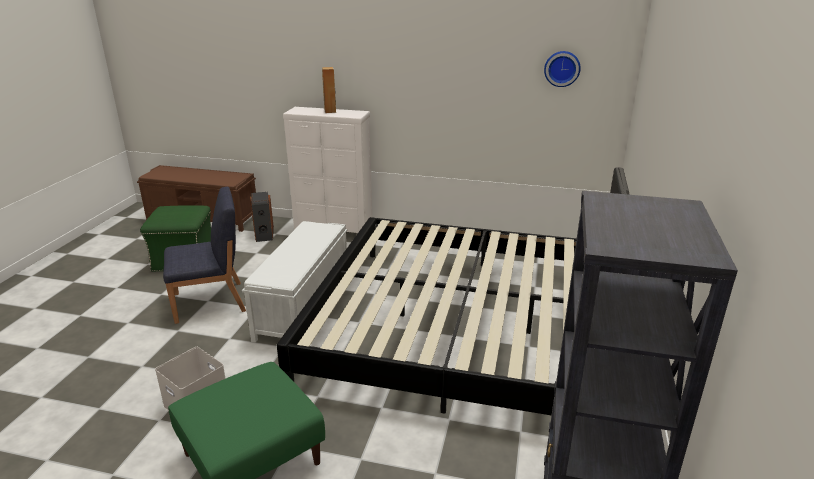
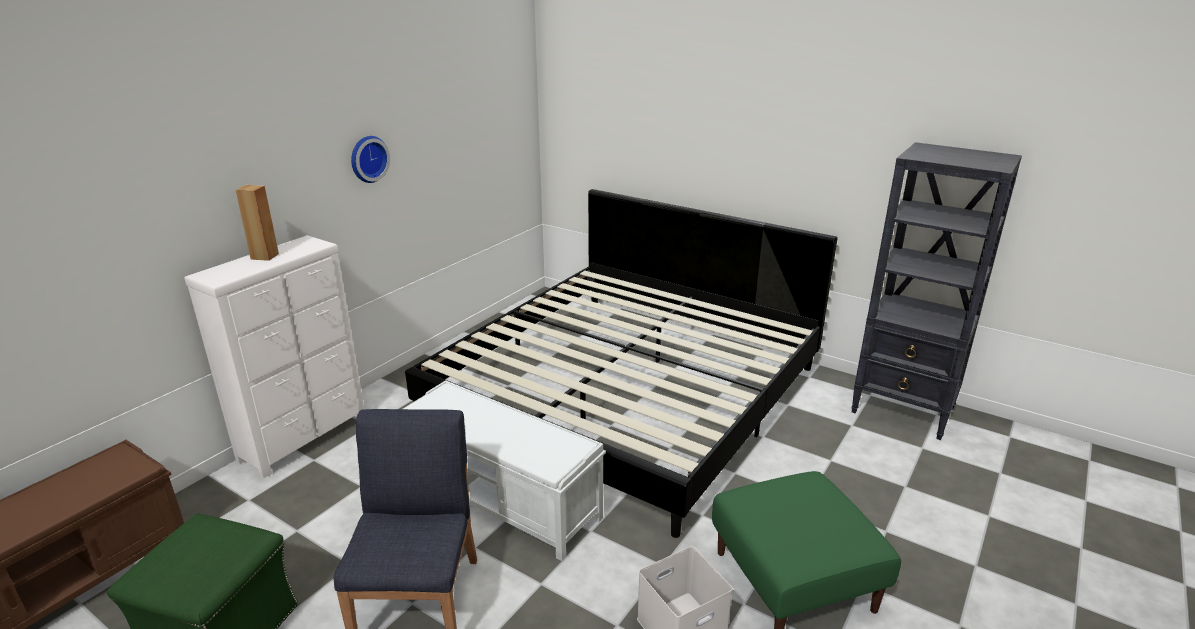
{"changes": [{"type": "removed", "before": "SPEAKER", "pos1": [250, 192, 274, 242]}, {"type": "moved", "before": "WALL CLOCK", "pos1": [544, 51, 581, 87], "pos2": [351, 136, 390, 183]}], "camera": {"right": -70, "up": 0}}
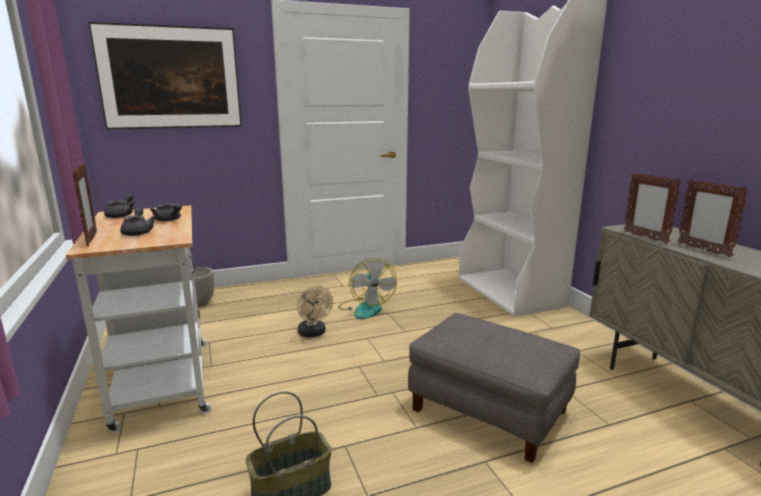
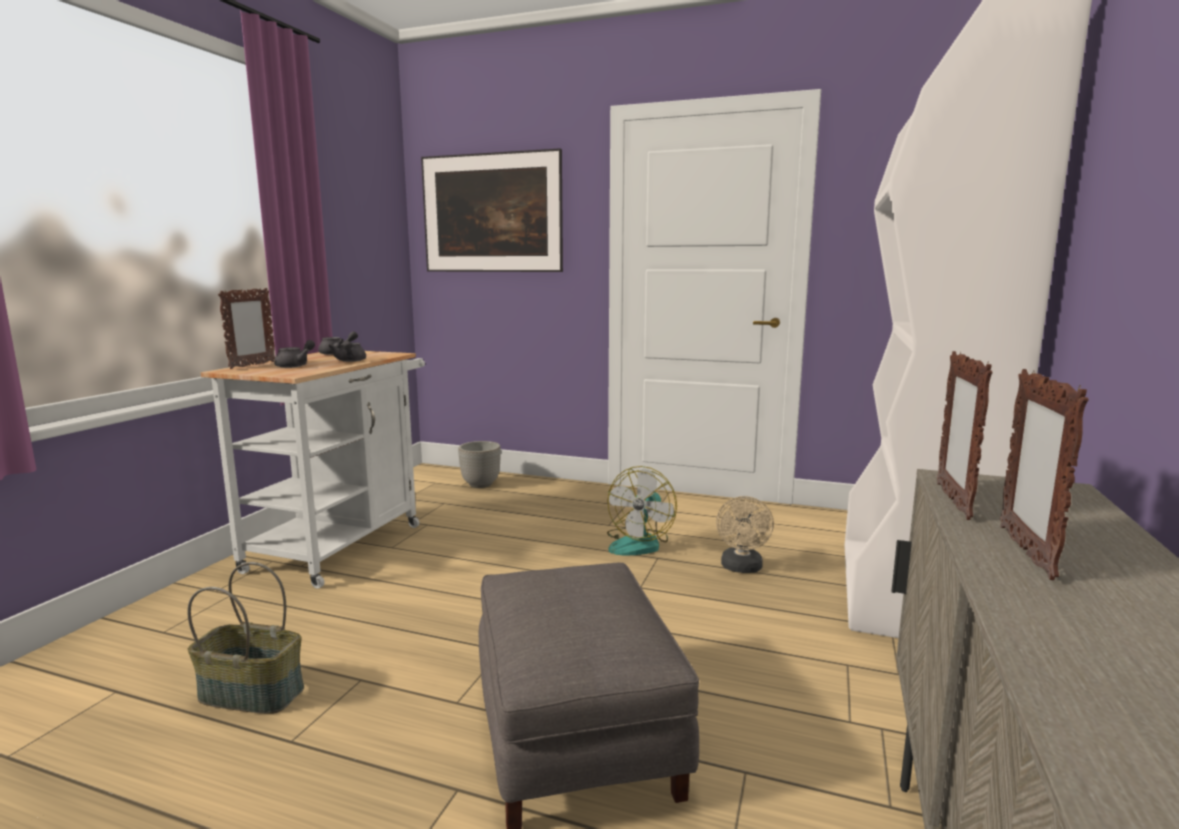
{"changes": [{"type": "moved", "before": "BEIGE FAN", "pos1": [297, 286, 333, 337], "pos2": [716, 496, 774, 573]}], "camera": {"right": 40, "up": -5}}
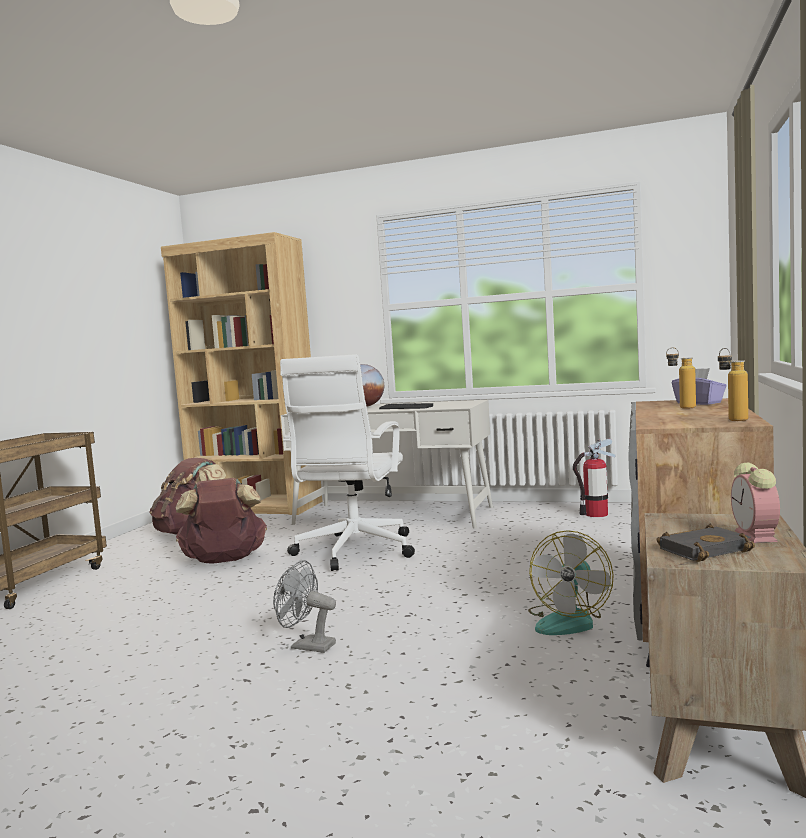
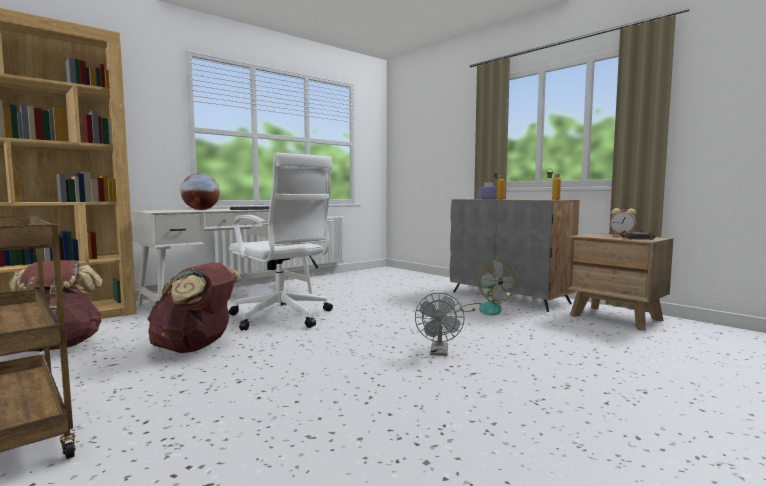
{"changes": [{"type": "removed", "before": "FIRE EXTINGUISHER", "pos1": [573, 439, 615, 517]}, {"type": "turned", "before": "GREY FAN", "pos1": [273, 560, 336, 653], "pos2": [415, 292, 465, 356], "turn": -45}], "camera": {"right": -60, "up": 0}}
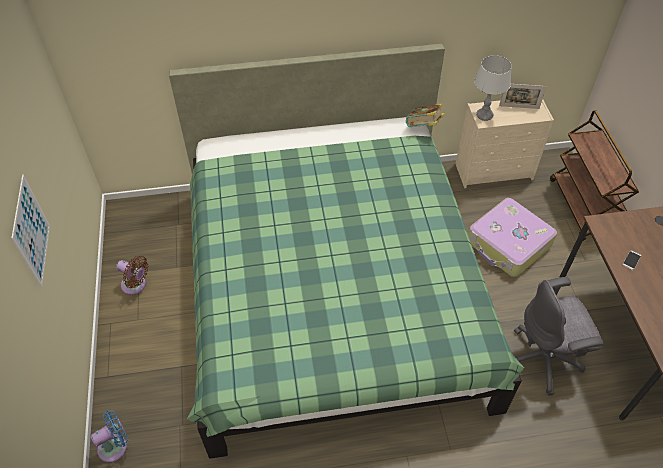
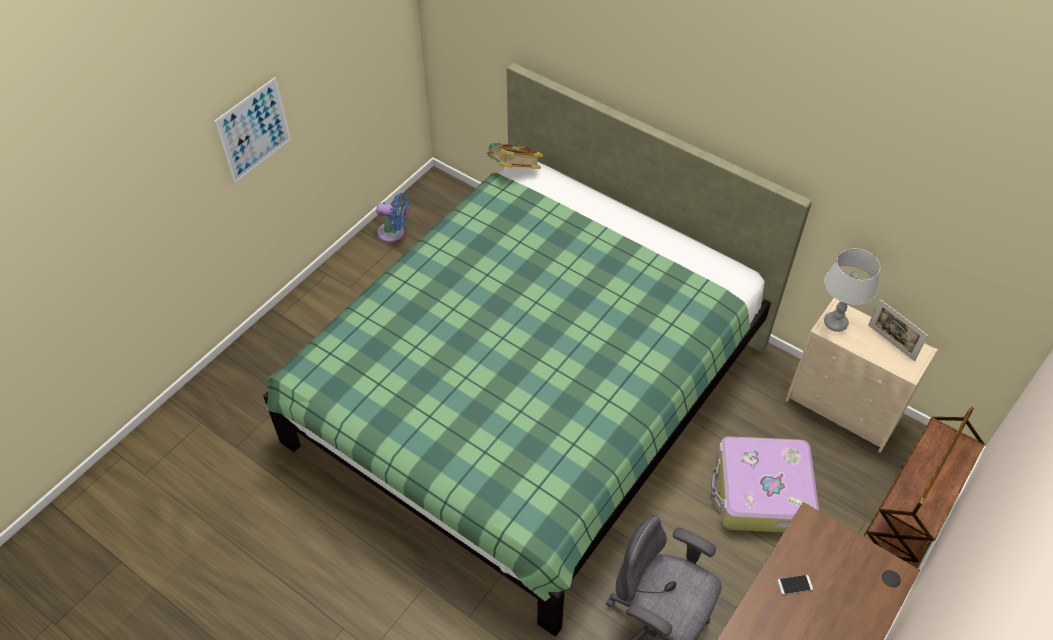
{"changes": [{"type": "removed", "before": "BROWN FAN", "pos1": [116, 256, 149, 295]}, {"type": "moved", "before": "BLUE FAN", "pos1": [90, 410, 129, 463], "pos2": [376, 193, 409, 243]}, {"type": "moved", "before": "BOOK", "pos1": [406, 103, 445, 127], "pos2": [486, 143, 543, 169]}], "camera": {"right": 45, "up": 0}}
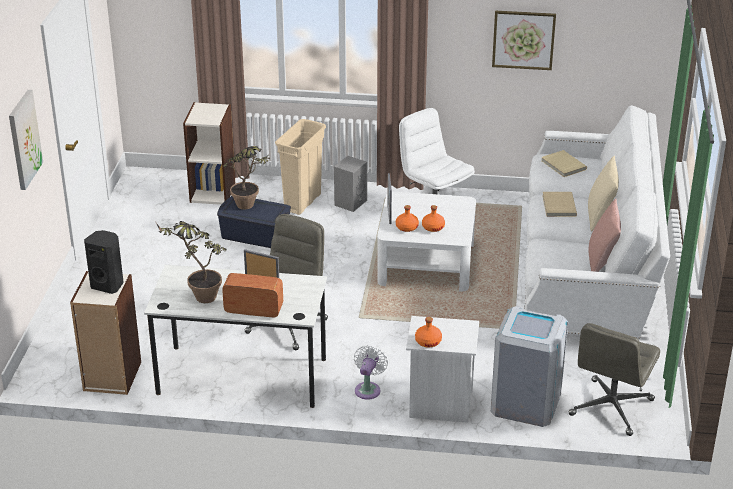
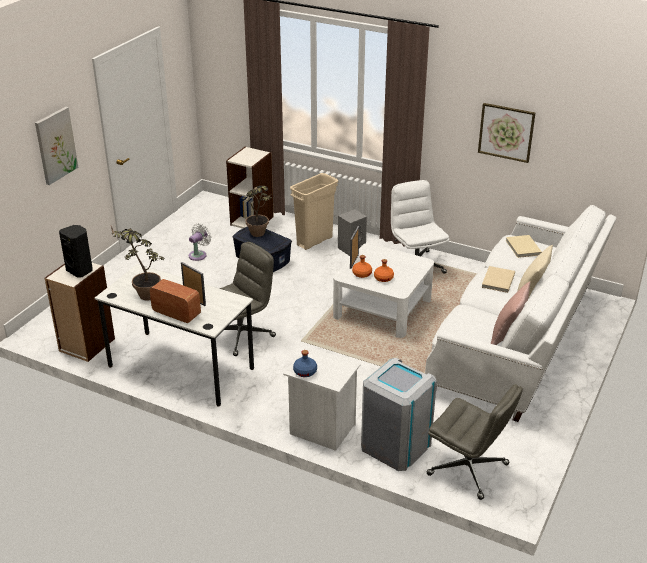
{"changes": [{"type": "moved", "before": "WHITE FAN", "pos1": [354, 345, 388, 400], "pos2": [189, 223, 211, 261]}, {"type": "recoloured", "before": "ORANGE BOTTLE", "after": "BLUE BOTTLE", "pos1": [415, 317, 442, 347], "pos2": [293, 350, 317, 377]}, {"type": "turned", "before": "GREY OFFICE CHAIR", "pos1": [569, 323, 660, 436], "pos2": [426, 384, 523, 500], "turn": -105}], "camera": {"right": 20, "up": 0}}
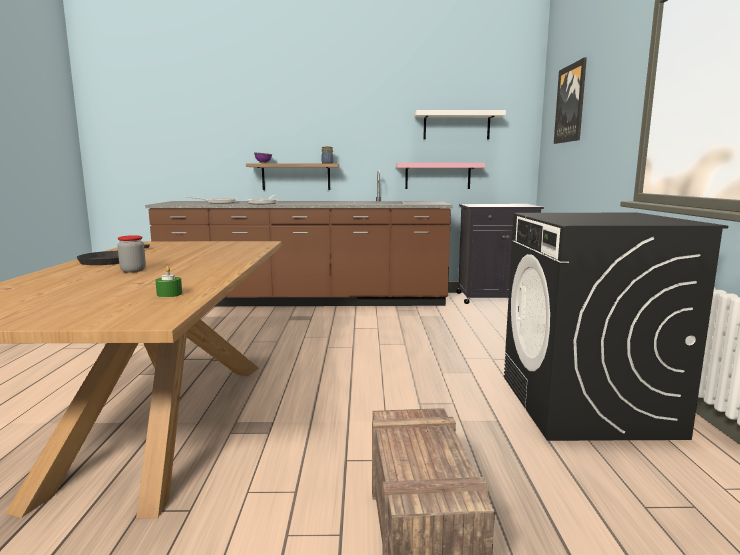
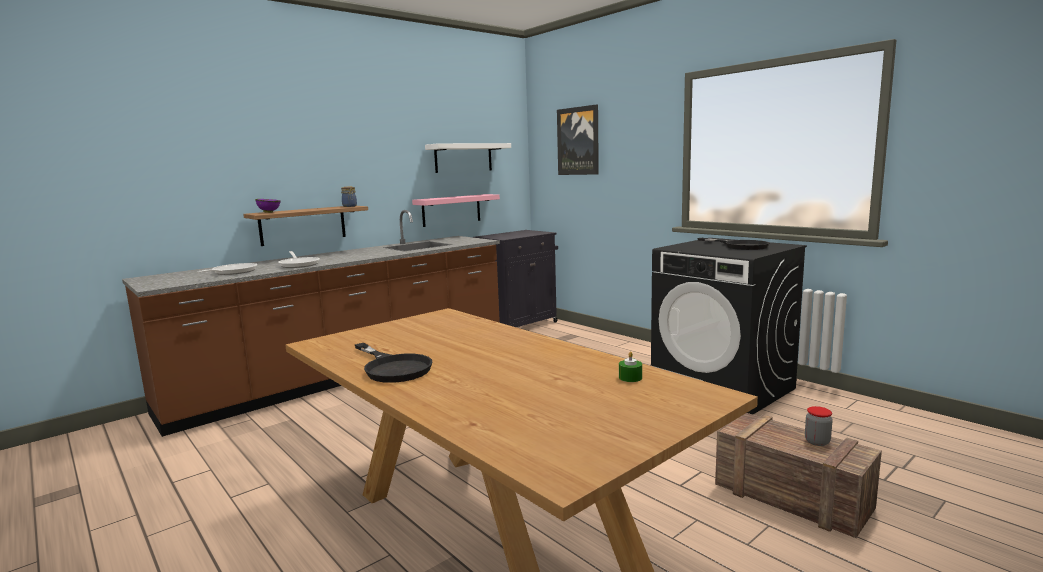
{"changes": [{"type": "added", "after": "BLACK FRYING PAN", "pos2": [697, 238, 769, 250]}, {"type": "moved", "before": "JAR", "pos1": [117, 235, 146, 273], "pos2": [805, 406, 833, 446]}], "camera": {"right": -40, "up": 0}}
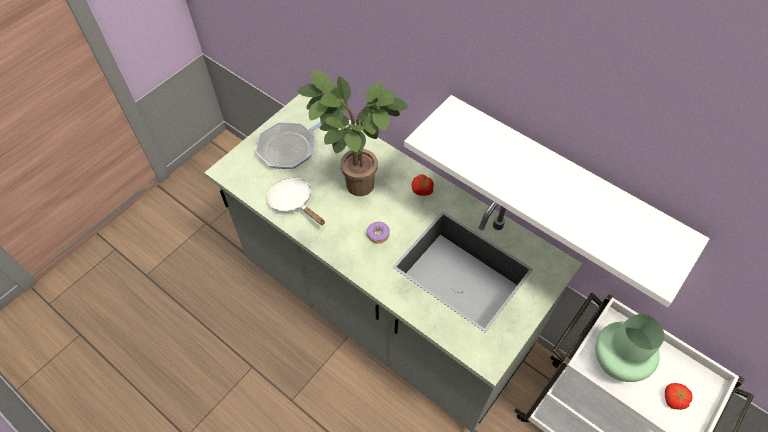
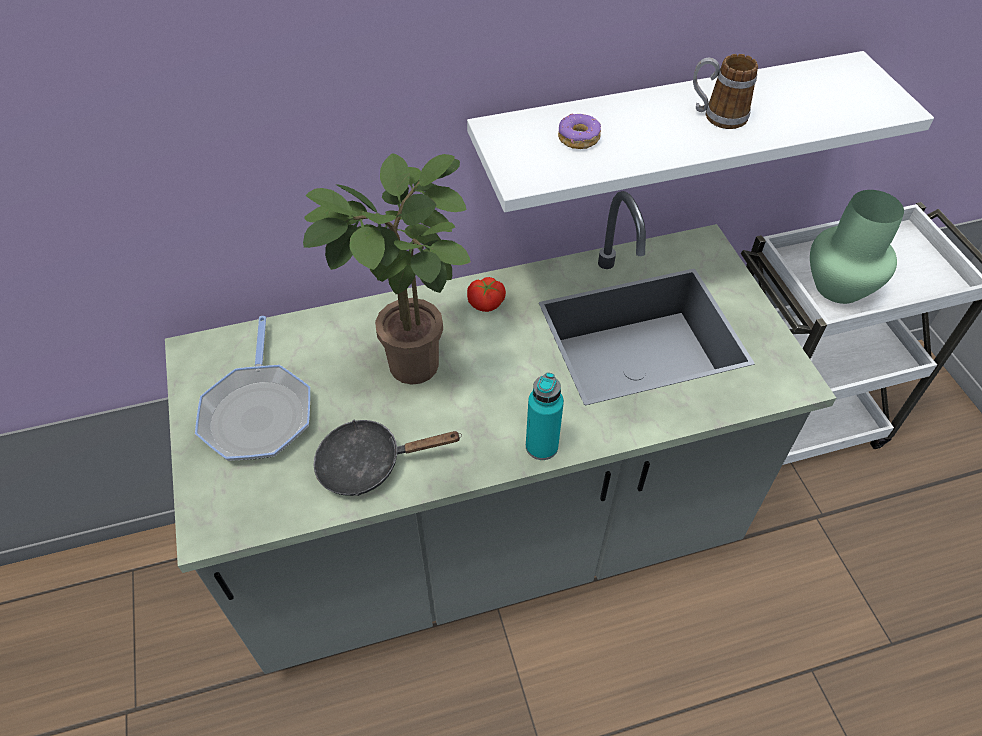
{"changes": [{"type": "removed", "before": "TOMATO", "pos1": [665, 383, 692, 410]}, {"type": "added", "after": "TURQUOISE BOTTLE", "pos2": [526, 372, 564, 460]}, {"type": "added", "after": "MUG", "pos2": [693, 54, 758, 129]}, {"type": "moved", "before": "DONUT", "pos1": [366, 222, 390, 243], "pos2": [558, 114, 601, 149]}, {"type": "recoloured", "before": "WHITE FRYING PAN", "after": "BLACK FRYING PAN", "pos1": [267, 178, 325, 225], "pos2": [313, 420, 462, 496]}], "camera": {"right": -55, "up": -5}}
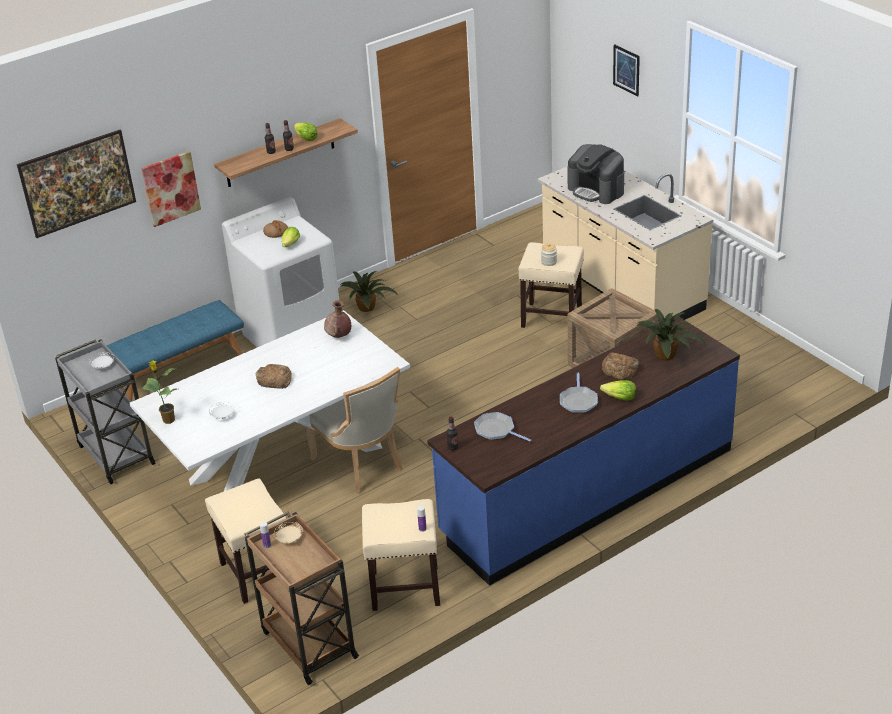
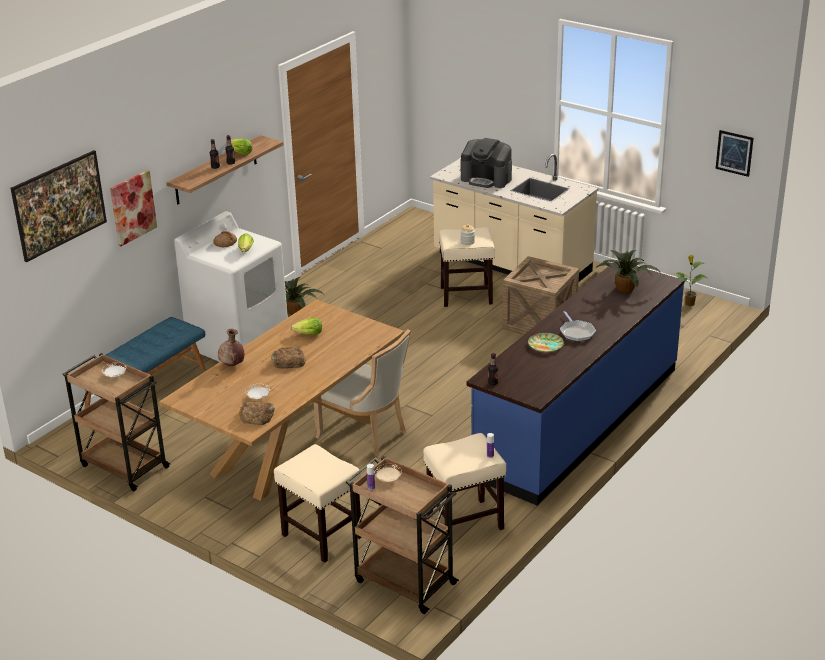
{"changes": [{"type": "removed", "before": "FRYING PAN", "pos1": [474, 412, 531, 441]}, {"type": "added", "after": "PLATE", "pos2": [528, 333, 564, 352]}, {"type": "moved", "before": "POTTED PLANT", "pos1": [141, 360, 177, 424], "pos2": [675, 255, 707, 306]}, {"type": "moved", "before": "BROWN VASE", "pos1": [324, 300, 351, 338], "pos2": [218, 329, 244, 367]}, {"type": "moved", "before": "LETTUCE", "pos1": [600, 380, 636, 401], "pos2": [291, 318, 322, 335]}, {"type": "moved", "before": "BREAD", "pos1": [602, 353, 639, 380], "pos2": [239, 401, 275, 425]}, {"type": "moved", "before": "PICTURE", "pos1": [613, 44, 640, 97], "pos2": [716, 130, 754, 177]}, {"type": "recoloured", "before": "GREY CART", "after": "BROWN CART", "pos1": [55, 339, 156, 484], "pos2": [63, 353, 171, 491]}, {"type": "recoloured", "before": "WHITE DINING TABLE", "after": "BROWN DINING TABLE", "pos1": [130, 310, 410, 491], "pos2": [159, 299, 405, 501]}], "camera": {"right": -20, "up": -5}}
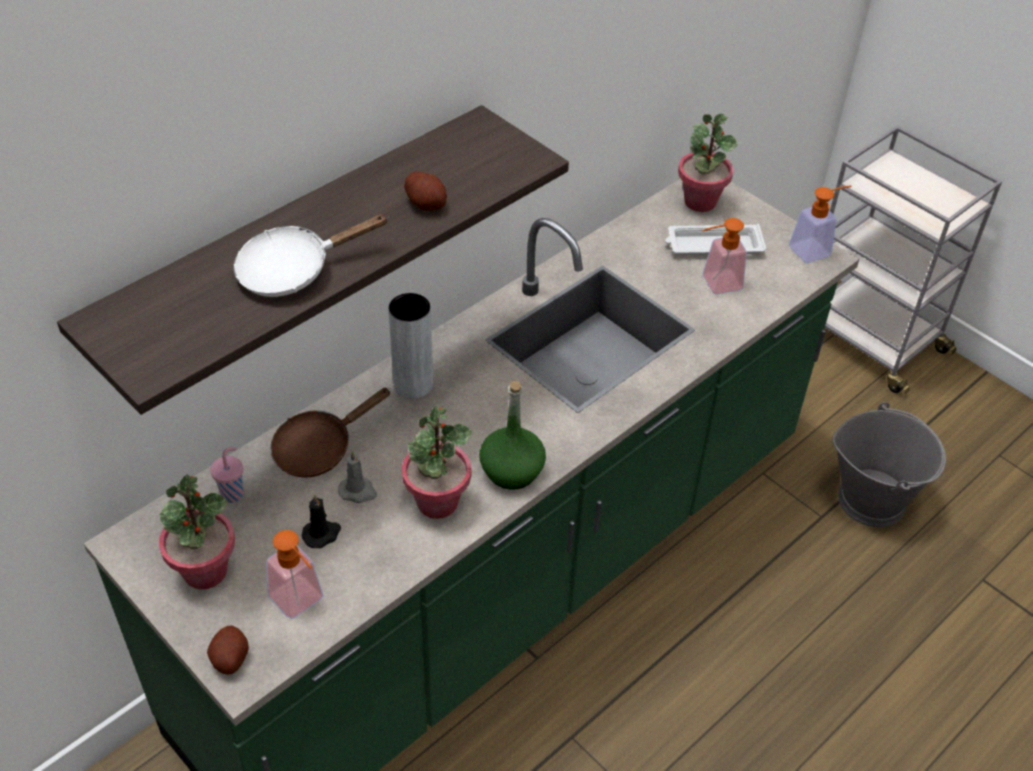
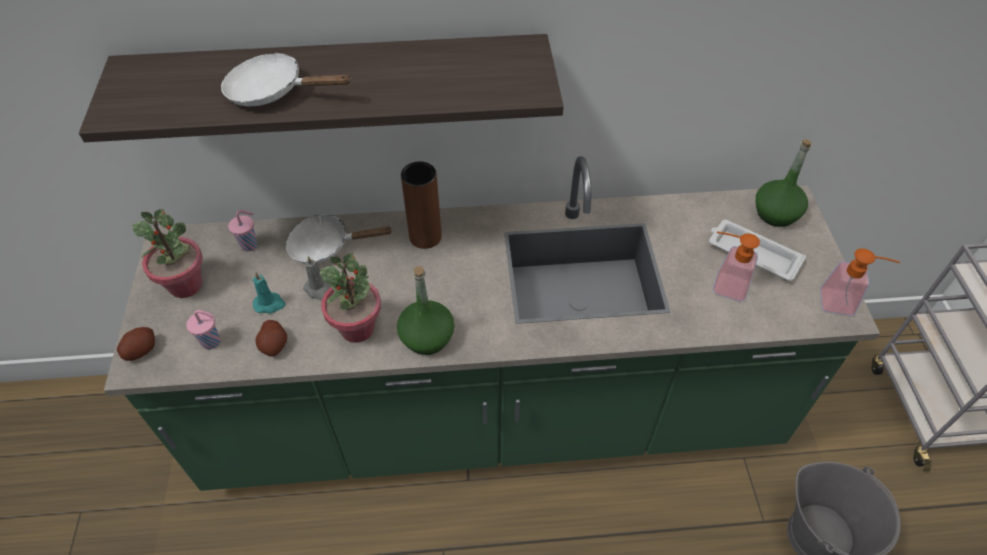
{"changes": [{"type": "moved", "before": "POTATO", "pos1": [404, 171, 447, 211], "pos2": [255, 320, 287, 357]}, {"type": "replaced", "before": "SOAP DISPENSER", "after": "PINK CUP", "pos1": [266, 530, 323, 619], "pos2": [186, 310, 220, 350]}, {"type": "replaced", "before": "POTTED PLANT", "after": "GREEN BOTTLE", "pos1": [678, 114, 737, 212], "pos2": [756, 139, 812, 227]}, {"type": "recoloured", "before": "BROWN FRYING PAN", "after": "WHITE FRYING PAN", "pos1": [270, 388, 391, 478], "pos2": [286, 214, 393, 264]}, {"type": "recoloured", "before": "BLACK CANDLE", "after": "TURQUOISE CANDLE", "pos1": [302, 494, 341, 548], "pos2": [253, 272, 286, 314]}, {"type": "recoloured", "before": "GREY VASE", "after": "BROWN VASE", "pos1": [389, 293, 433, 399], "pos2": [401, 161, 442, 249]}], "camera": {"right": 40, "up": 5}}
